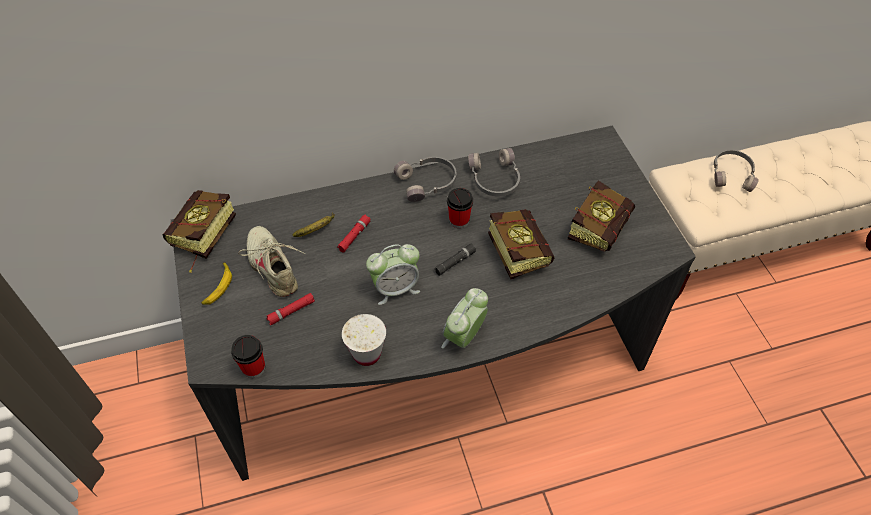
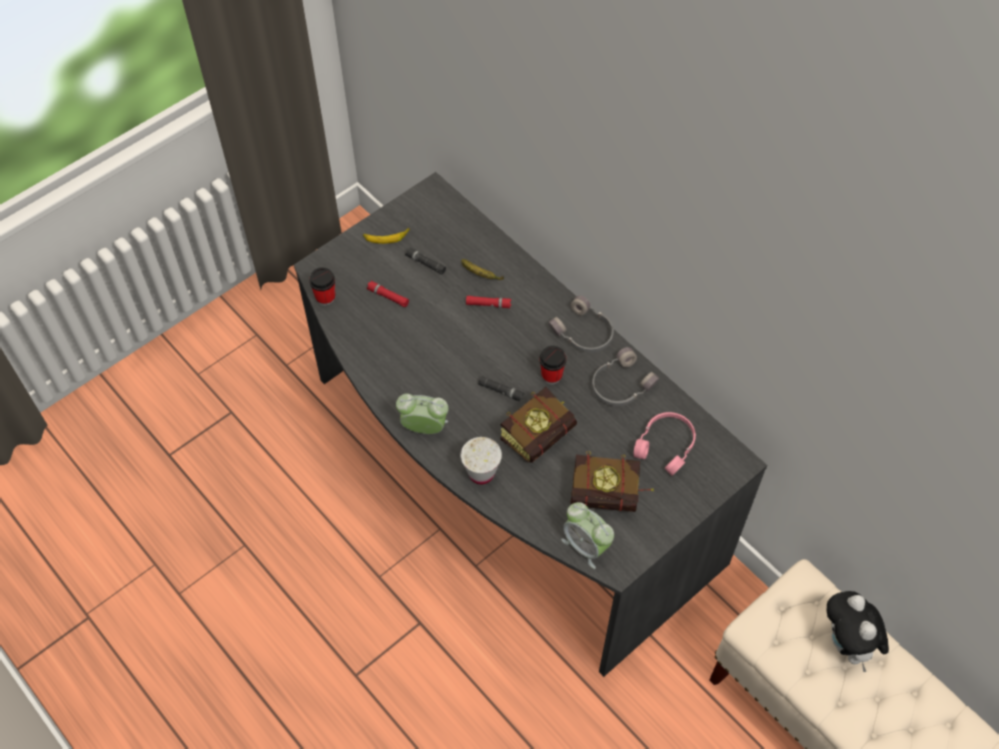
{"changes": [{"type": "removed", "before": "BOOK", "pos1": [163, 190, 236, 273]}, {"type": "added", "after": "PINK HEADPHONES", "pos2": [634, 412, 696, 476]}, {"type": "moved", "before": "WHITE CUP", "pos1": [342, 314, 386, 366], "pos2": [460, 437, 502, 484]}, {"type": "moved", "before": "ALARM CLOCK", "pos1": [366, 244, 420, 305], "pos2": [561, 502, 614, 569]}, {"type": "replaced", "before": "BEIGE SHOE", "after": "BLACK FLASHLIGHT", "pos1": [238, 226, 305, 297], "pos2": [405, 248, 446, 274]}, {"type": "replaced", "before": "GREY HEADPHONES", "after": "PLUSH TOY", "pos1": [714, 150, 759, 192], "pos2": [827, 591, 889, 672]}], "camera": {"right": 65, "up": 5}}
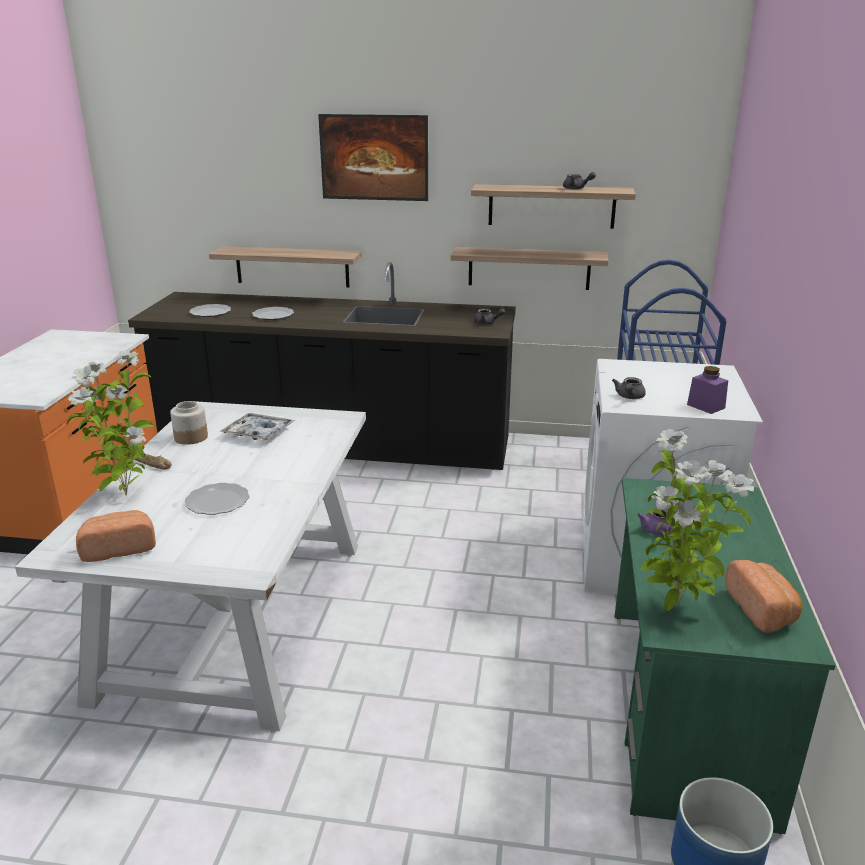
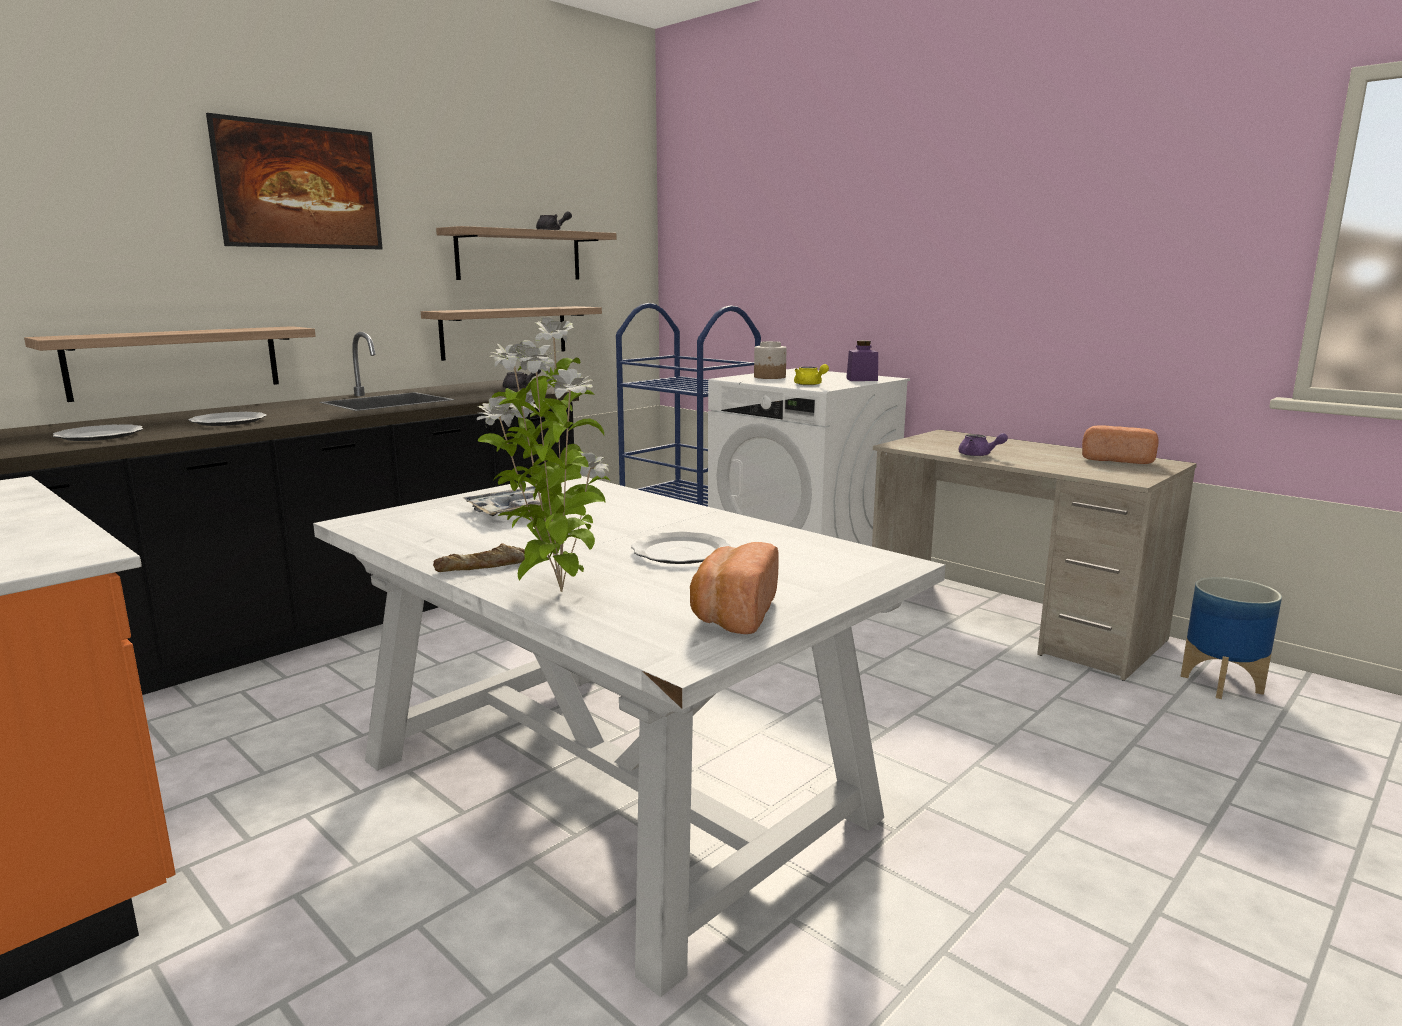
{"changes": [{"type": "removed", "before": "POTTED PLANT", "pos1": [641, 429, 754, 611]}, {"type": "moved", "before": "JAR", "pos1": [170, 401, 208, 445], "pos2": [754, 341, 787, 379]}, {"type": "recoloured", "before": "GREY TEAPOT", "after": "YELLOW TEAPOT", "pos1": [612, 377, 646, 399], "pos2": [794, 364, 829, 385]}, {"type": "recoloured", "before": "GREEN DESK", "after": "BEIGE DESK", "pos1": [615, 478, 836, 834], "pos2": [872, 430, 1197, 681]}], "camera": {"right": -55, "up": -10}}
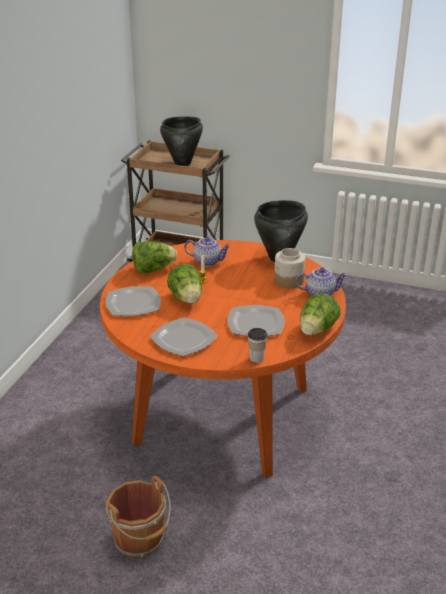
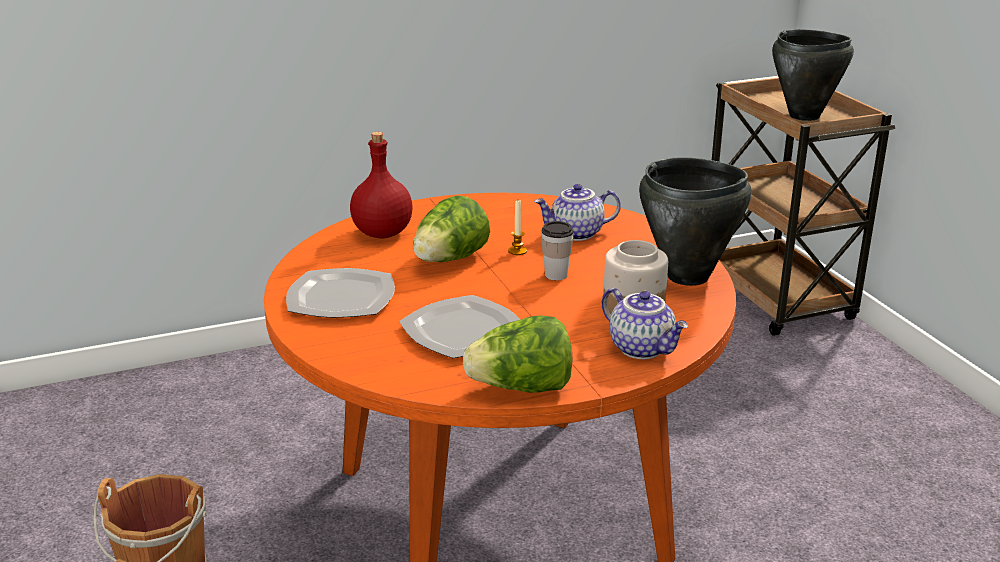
{"changes": [{"type": "removed", "before": "LETTUCE", "pos1": [132, 241, 177, 274]}, {"type": "moved", "before": "CUP", "pos1": [248, 328, 267, 363], "pos2": [541, 221, 573, 280]}, {"type": "replaced", "before": "PLATE", "after": "RED BOTTLE", "pos1": [105, 286, 161, 316], "pos2": [350, 132, 413, 239]}, {"type": "turned", "before": "TEAPOT", "pos1": [184, 237, 231, 266], "pos2": [534, 184, 621, 241], "turn": 105}], "camera": {"right": 50, "up": -5}}
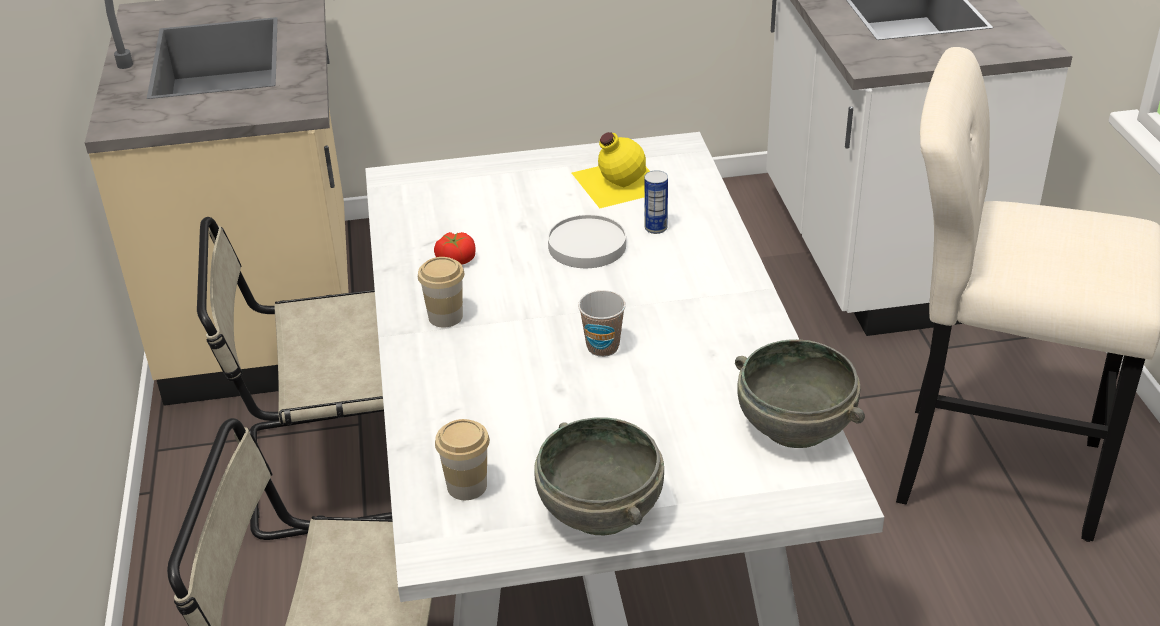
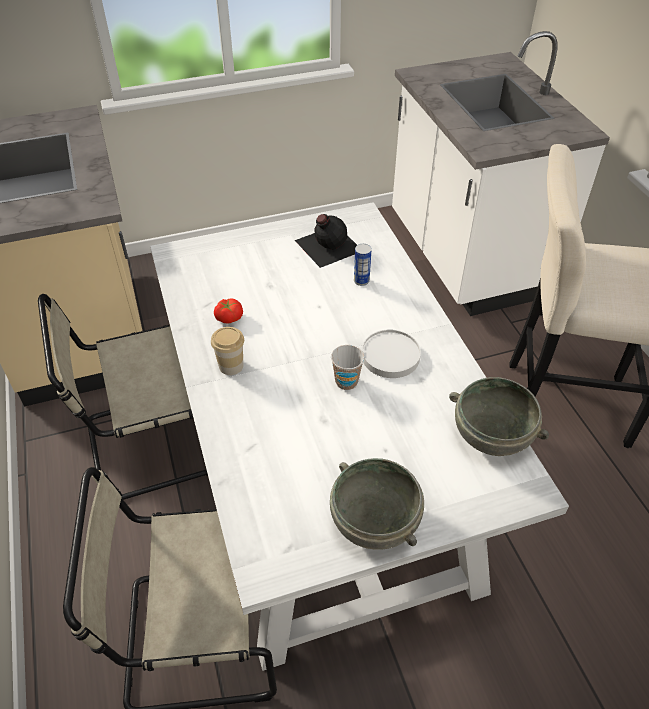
{"changes": [{"type": "removed", "before": "CUP", "pos1": [435, 419, 490, 500]}, {"type": "moved", "before": "WHITE PLATE", "pos1": [548, 215, 626, 268], "pos2": [362, 329, 421, 378]}, {"type": "recoloured", "before": "YELLOW BOTTLE", "after": "BLACK BOTTLE", "pos1": [572, 132, 650, 208], "pos2": [295, 214, 357, 268]}], "camera": {"right": -10, "up": 10}}
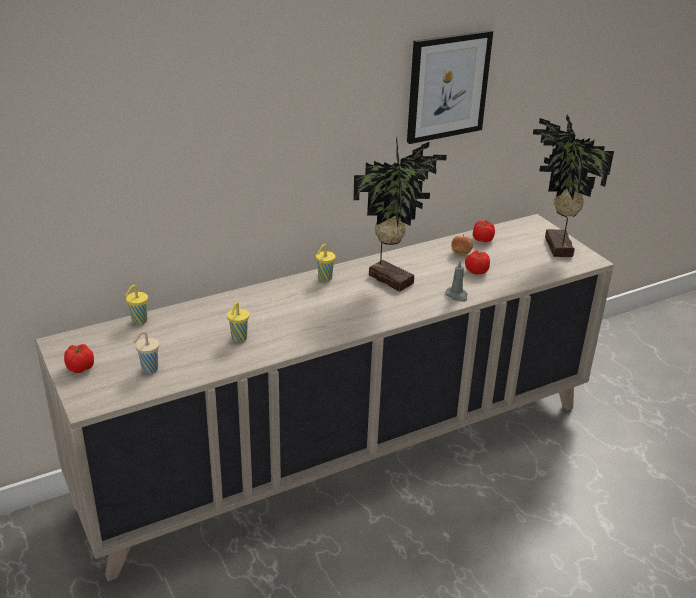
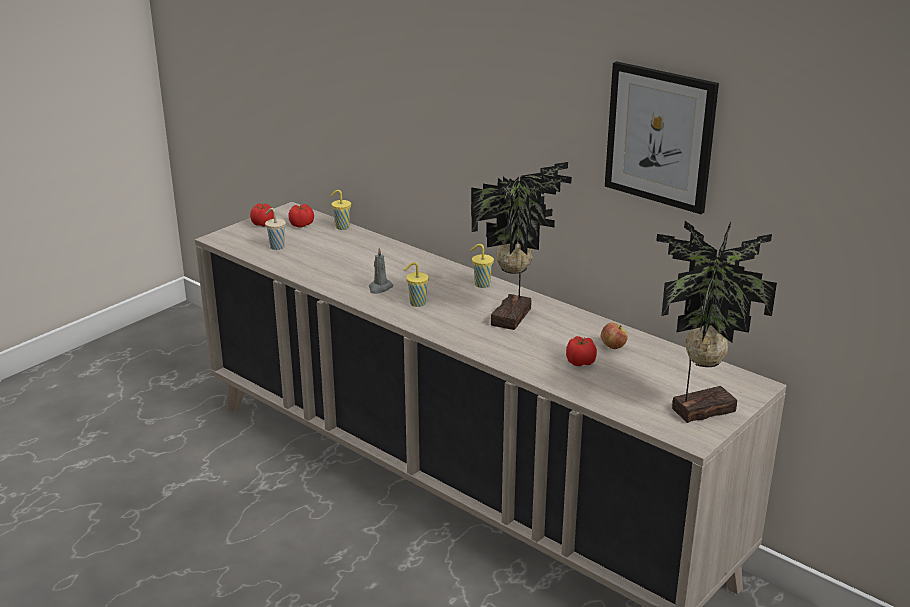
{"changes": [{"type": "moved", "before": "YELLOW CUP", "pos1": [227, 302, 249, 343], "pos2": [404, 262, 429, 307]}, {"type": "moved", "before": "GREY CANDLE", "pos1": [445, 260, 467, 302], "pos2": [369, 247, 393, 294]}, {"type": "moved", "before": "TOMATO", "pos1": [473, 220, 495, 242], "pos2": [288, 204, 314, 228]}], "camera": {"right": 70, "up": -5}}
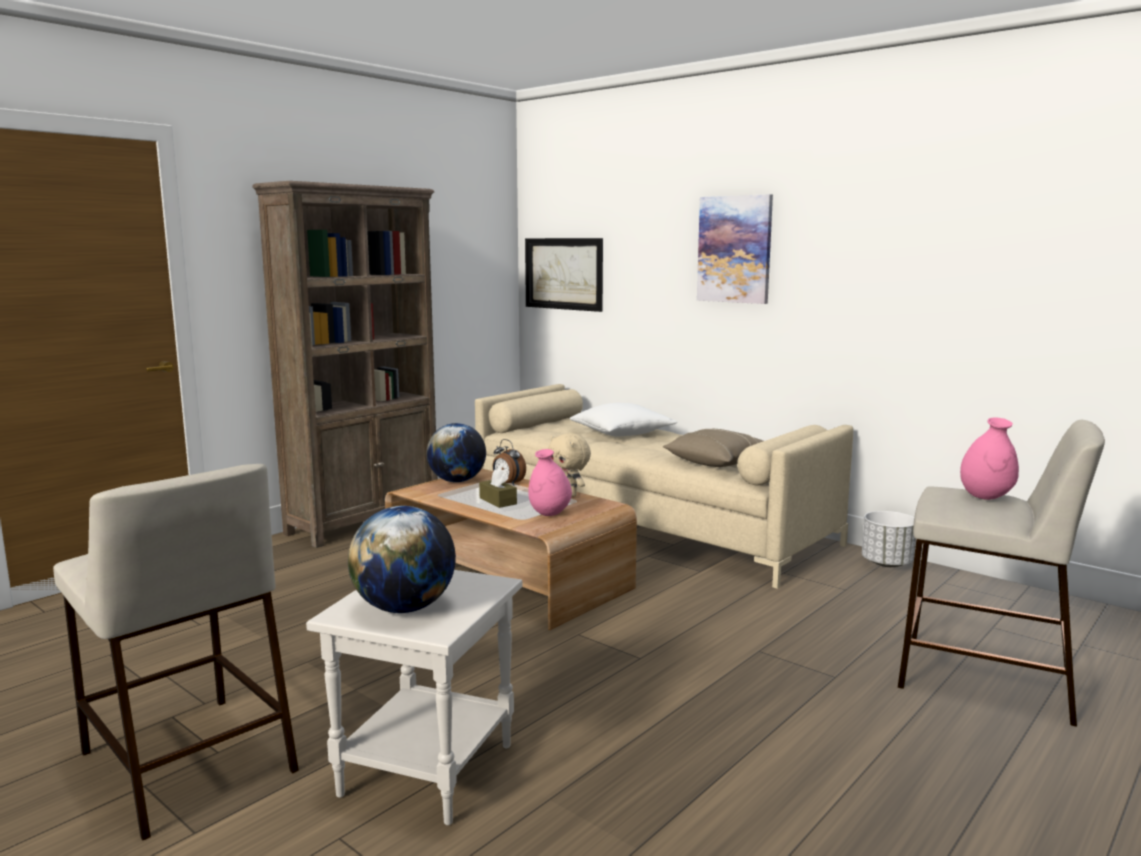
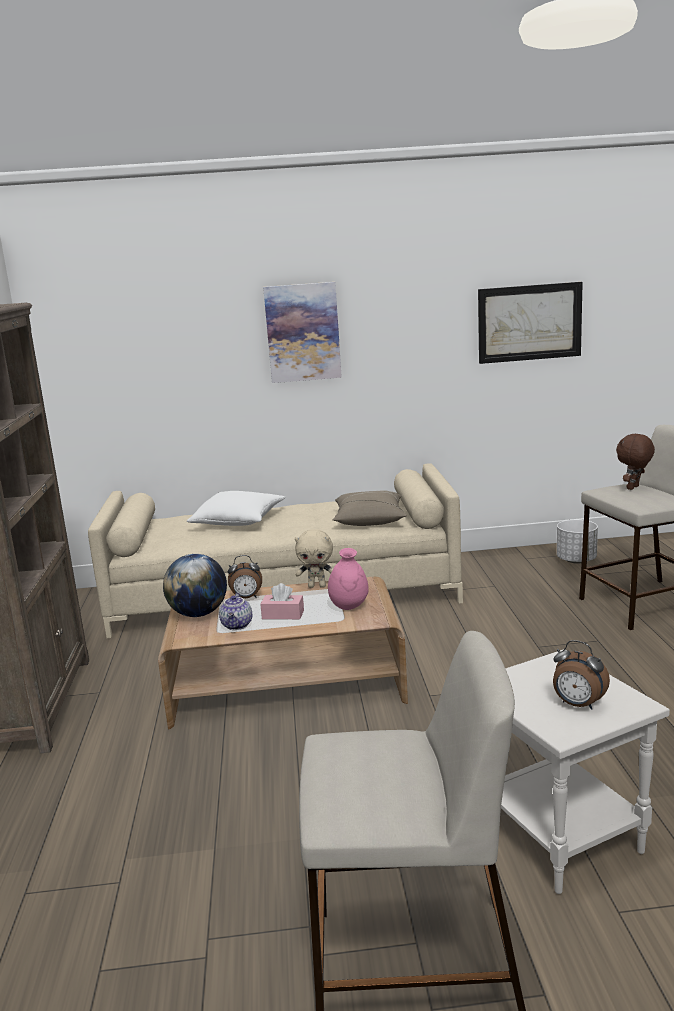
{"changes": [{"type": "added", "after": "TEAPOT", "pos2": [219, 593, 252, 630]}, {"type": "moved", "before": "PICTURE", "pos1": [525, 238, 603, 312], "pos2": [478, 282, 583, 364]}, {"type": "moved", "before": "WHITE PLANTER", "pos1": [862, 511, 916, 567], "pos2": [557, 520, 598, 564]}, {"type": "replaced", "before": "GLOBE", "after": "ALARM CLOCK", "pos1": [348, 506, 456, 613], "pos2": [553, 640, 610, 710]}, {"type": "replaced", "before": "PINK VASE", "after": "BROWN PLUSH TOY", "pos1": [960, 417, 1019, 500], "pos2": [616, 433, 655, 490]}, {"type": "recoloured", "before": "BROWN TISSUE BOX", "after": "PINK TISSUE BOX", "pos1": [479, 469, 517, 508], "pos2": [260, 583, 304, 619]}], "camera": {"right": -45, "up": 5}}
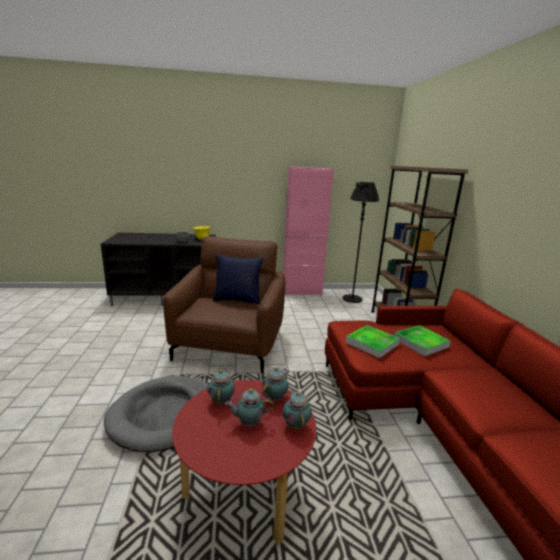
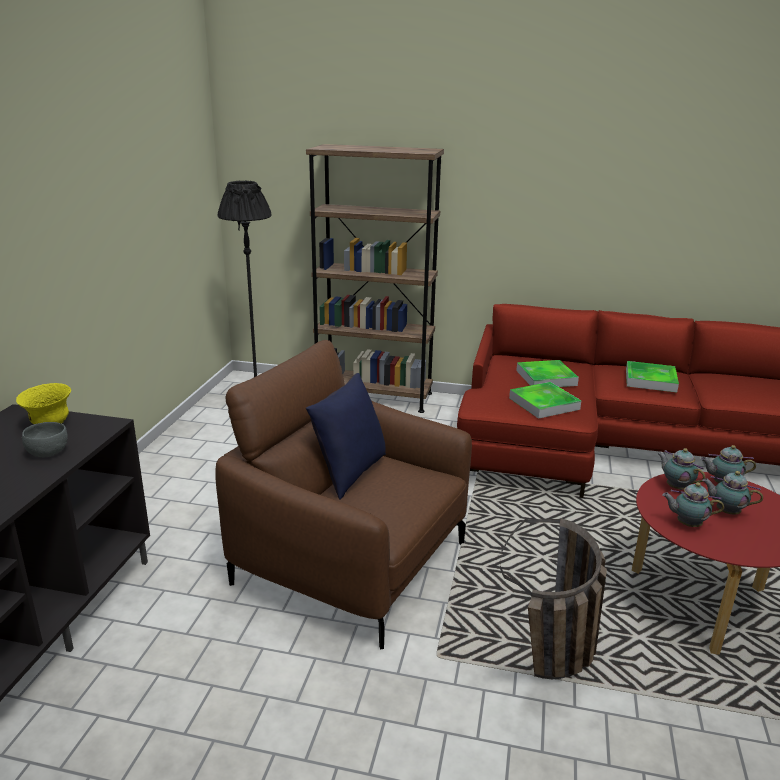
{"changes": [{"type": "removed", "before": "PINK CABINET", "pos1": [283, 166, 334, 295]}, {"type": "added", "after": "TRAY", "pos2": [626, 361, 679, 392]}, {"type": "replaced", "before": "GREY DOG BED", "after": "BASKET", "pos1": [104, 376, 208, 452], "pos2": [500, 518, 607, 679]}, {"type": "turned", "before": "TEAPOT", "pos1": [225, 389, 274, 427], "pos2": [702, 471, 763, 515], "turn": 105}], "camera": {"right": -70, "up": 5}}
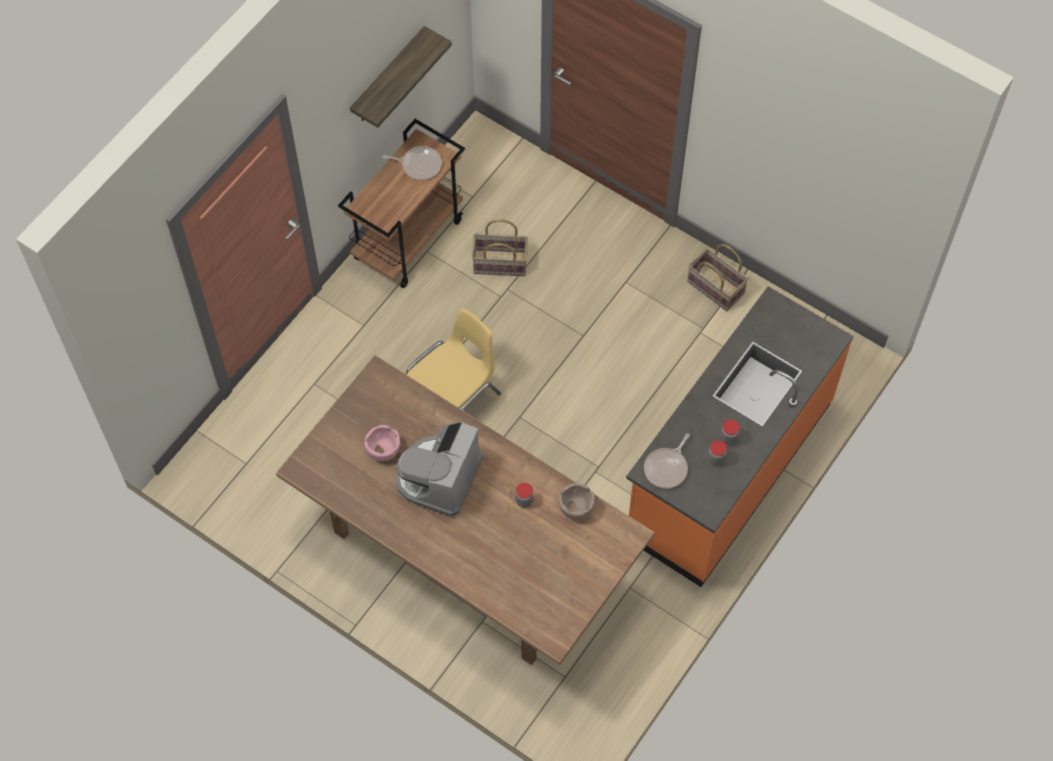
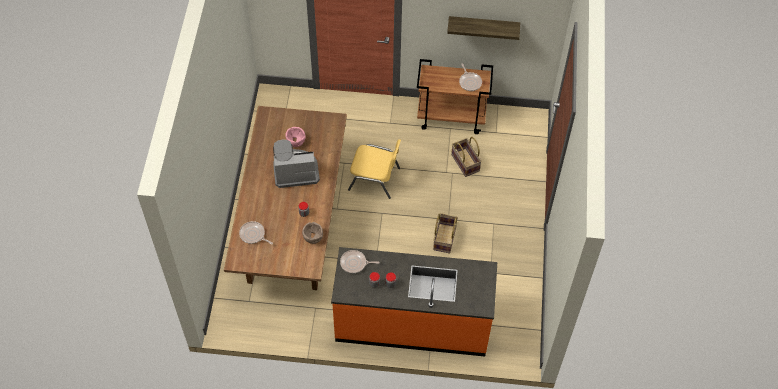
{"changes": [{"type": "added", "after": "FRYING PAN", "pos2": [239, 221, 273, 244]}, {"type": "moved", "before": "BASKET", "pos1": [687, 244, 748, 311], "pos2": [433, 213, 458, 253]}], "camera": {"right": 60, "up": -5}}
